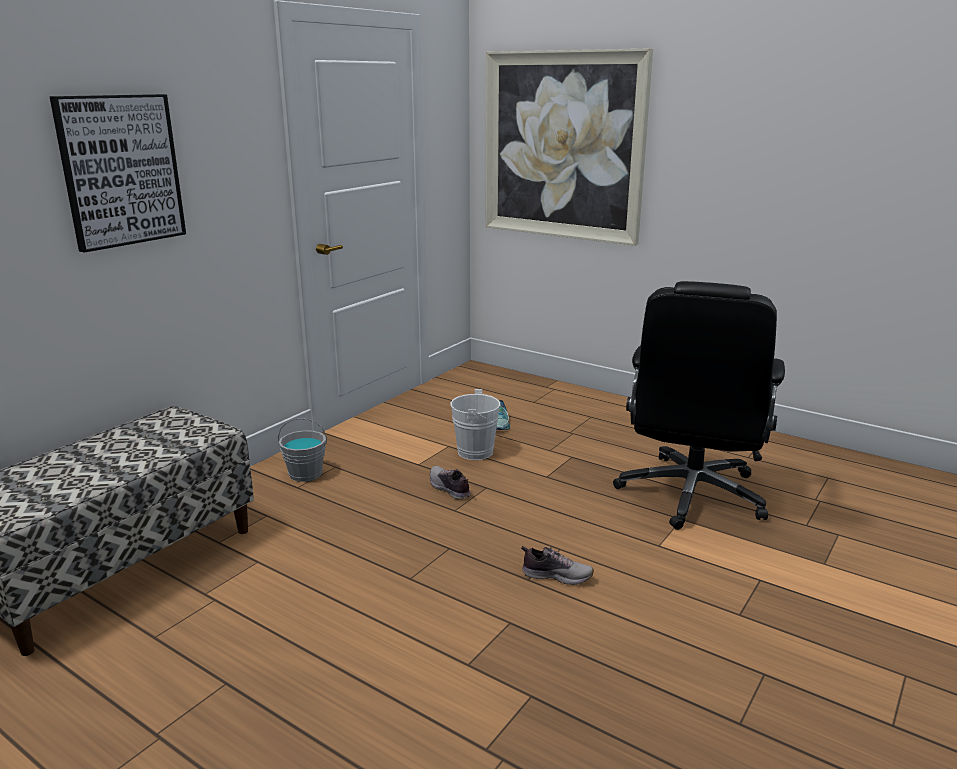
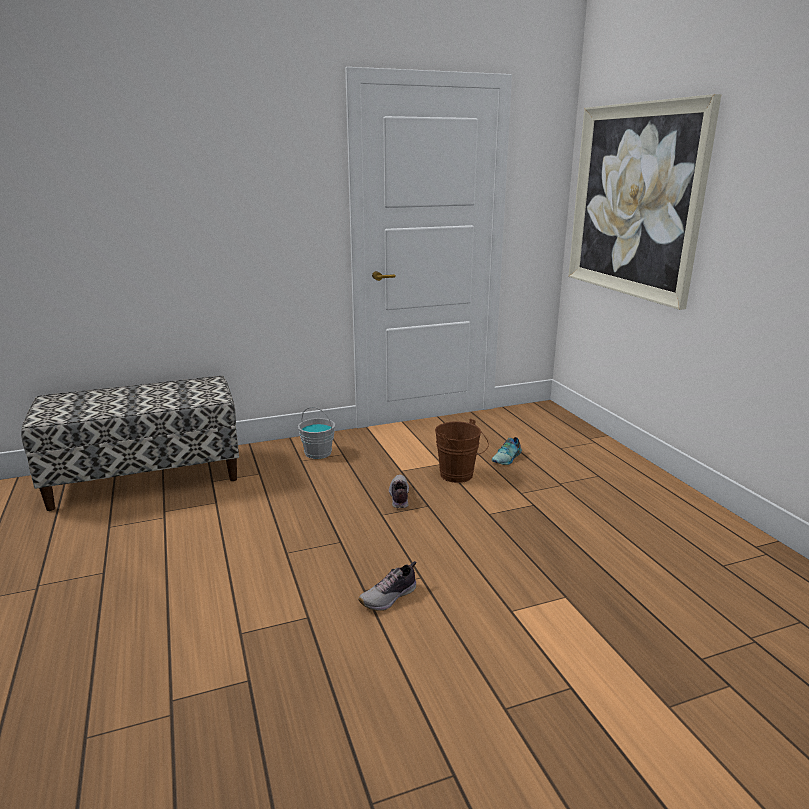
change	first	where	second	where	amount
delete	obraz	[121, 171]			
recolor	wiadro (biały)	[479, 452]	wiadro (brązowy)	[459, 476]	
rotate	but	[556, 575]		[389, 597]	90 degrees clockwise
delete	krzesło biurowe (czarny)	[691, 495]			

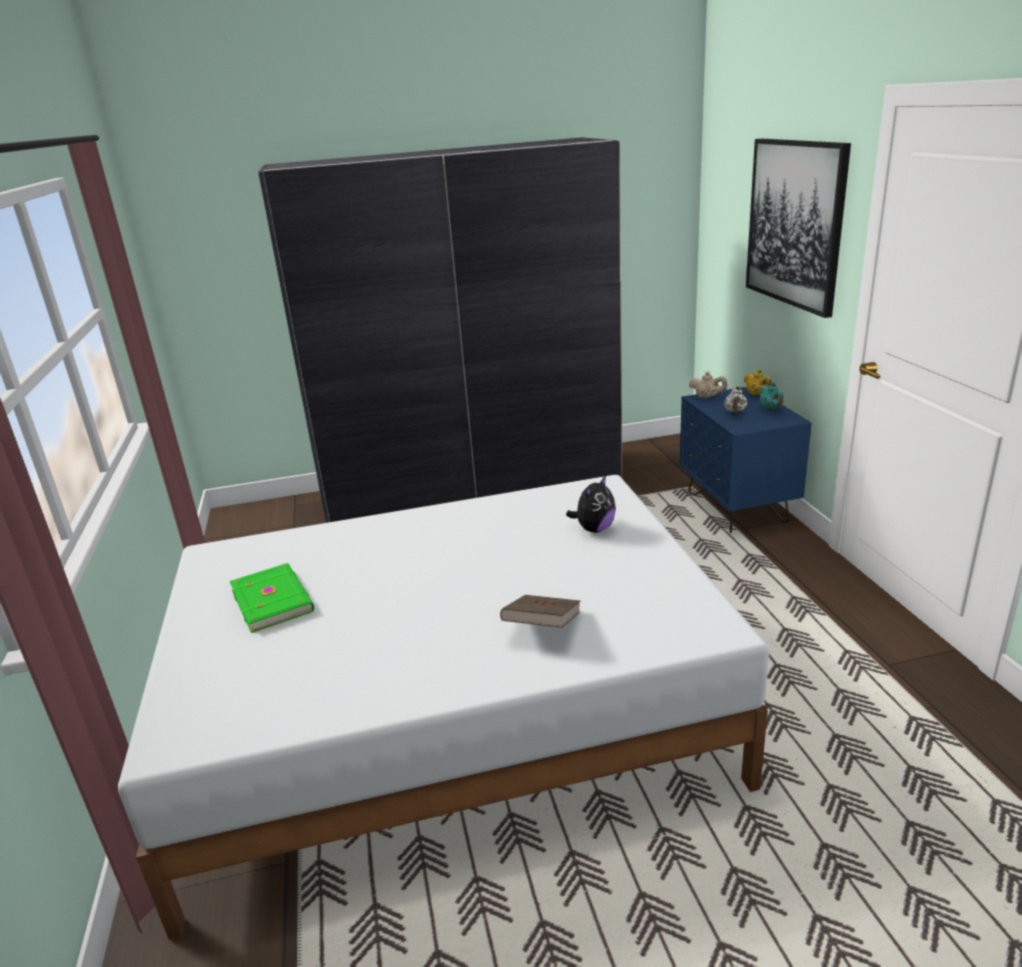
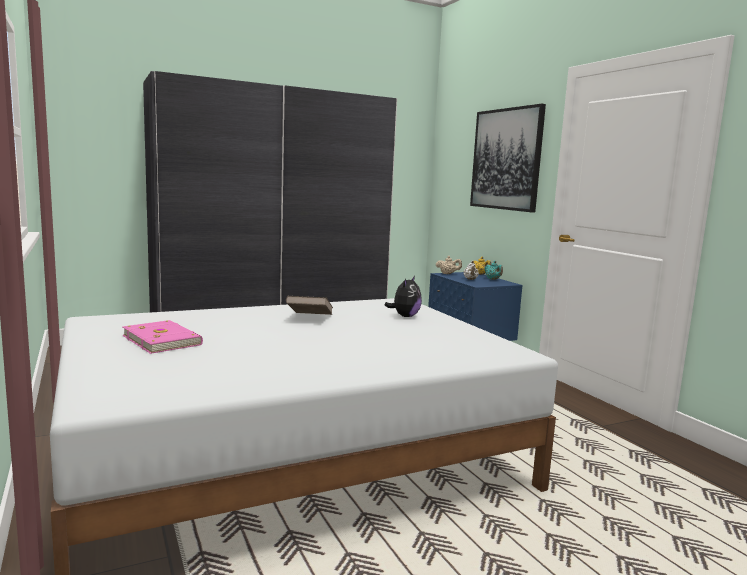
change	first	where	second	where	amount
recolor	książka (zielony)	[274, 600]	książka (różowy)	[163, 340]	
move	książka (brązowy)	[542, 627]		[309, 318]	

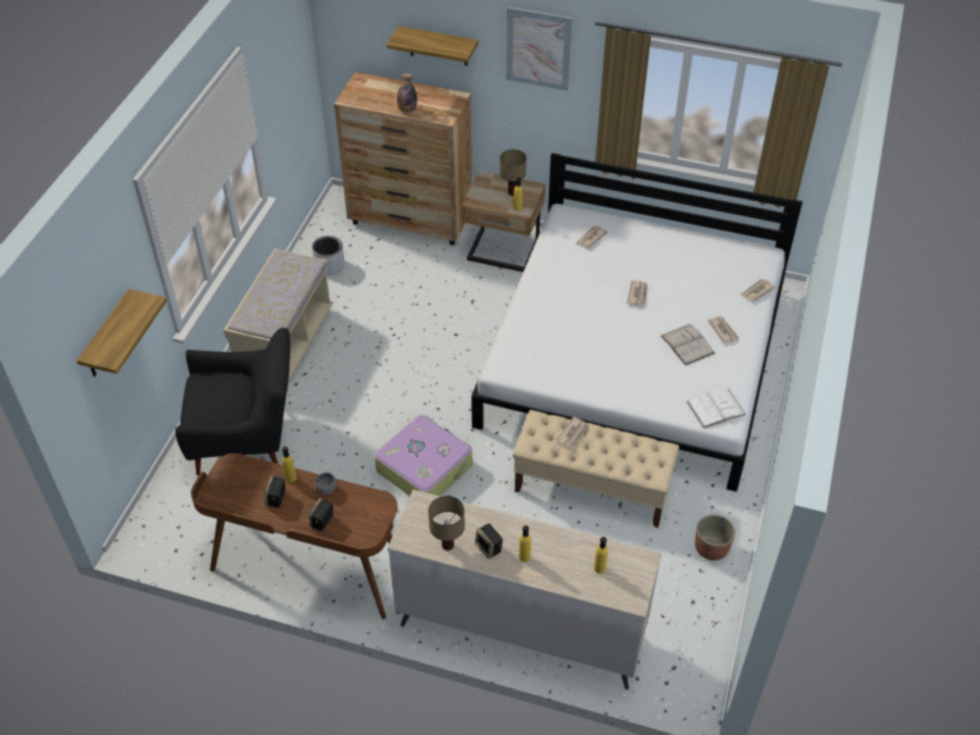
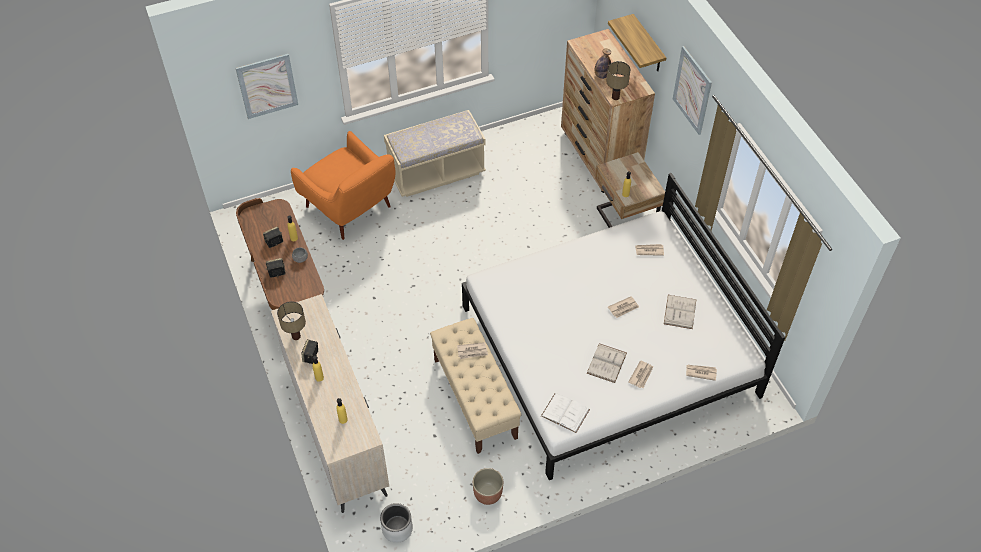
change	first	where	second	where	amount
replace	półka	[107, 337]	obraz	[267, 86]	
recolor	fotel (czarny)	[247, 439]	fotel (pomarańczowy)	[351, 209]	
move	donica (szary)	[330, 265]		[397, 529]	
delete	walizka	[424, 467]			
move	lampa stołowa	[513, 192]		[616, 97]	
insert			książka (biały)	[680, 311]	

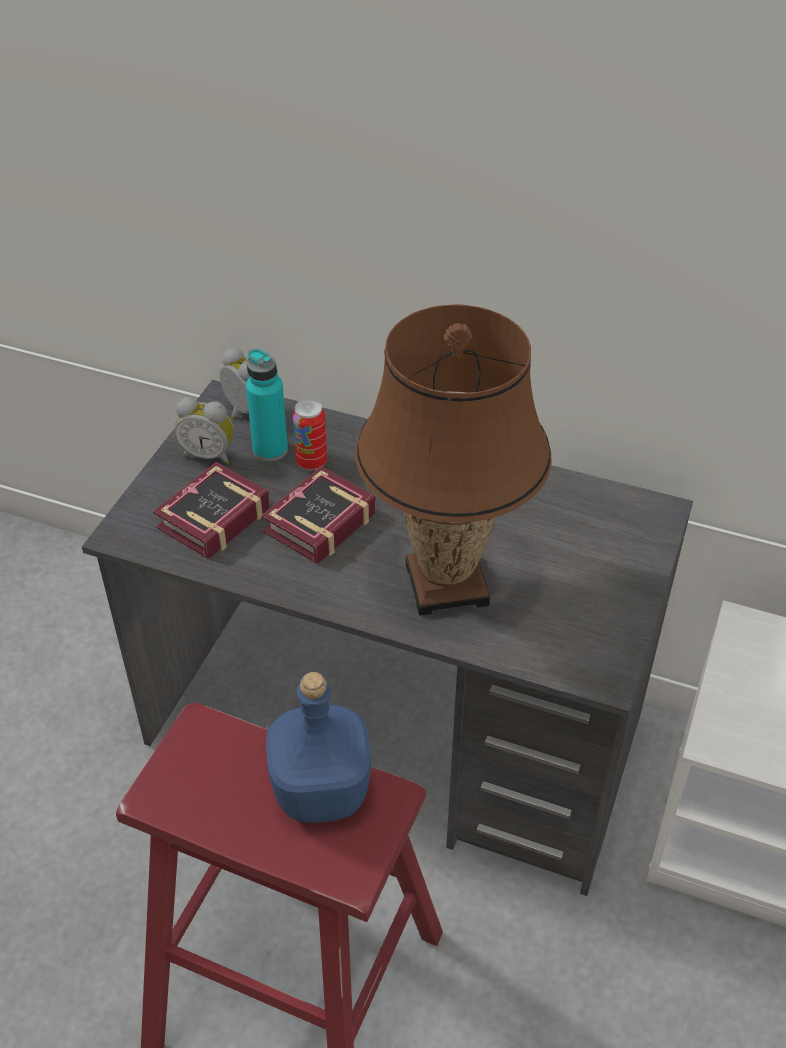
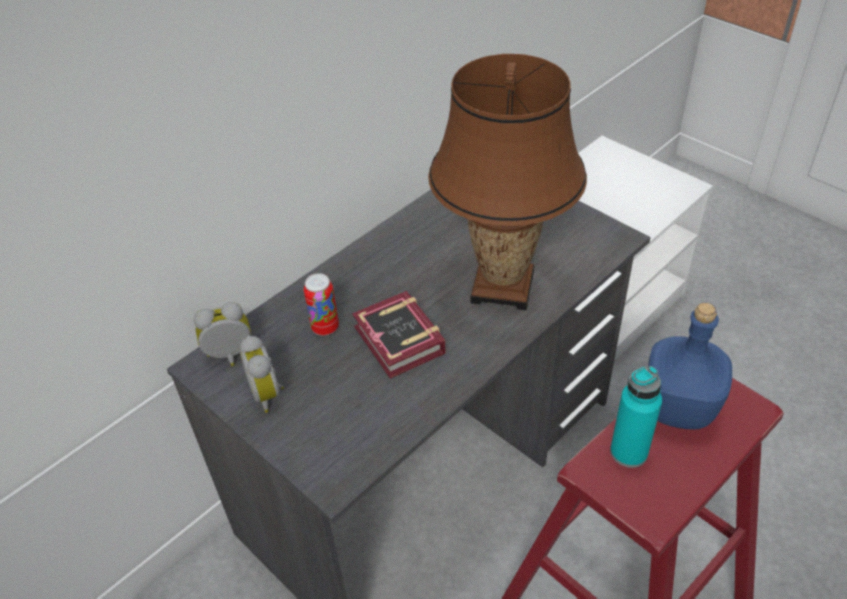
change	first	where	second	where	amount
delete	książka	[208, 519]			
rotate	budzik	[209, 454]		[269, 393]	120 degrees clockwise
move	butelka (turkusowy)	[270, 450]		[628, 452]	

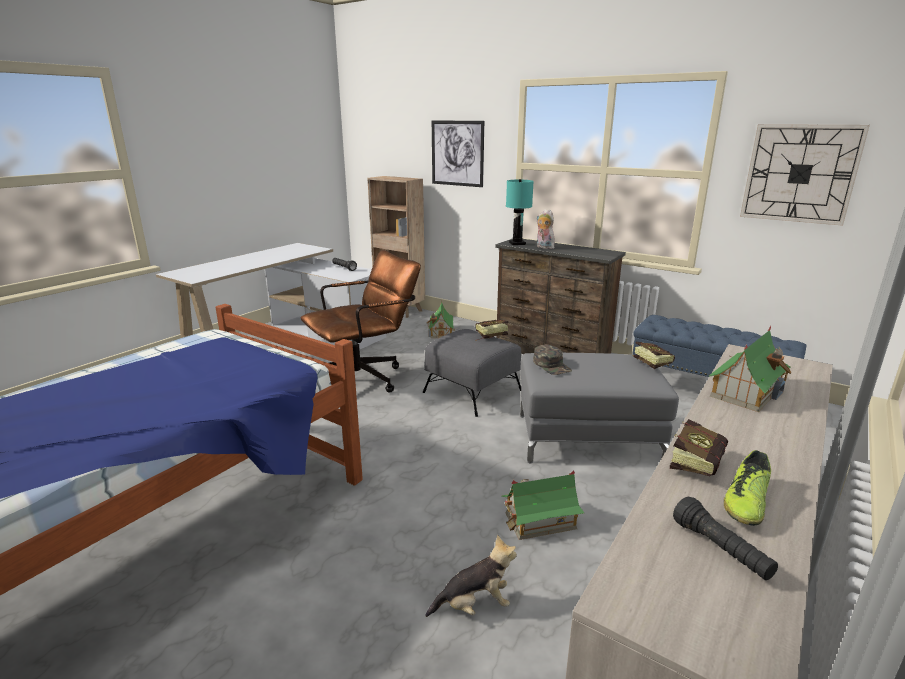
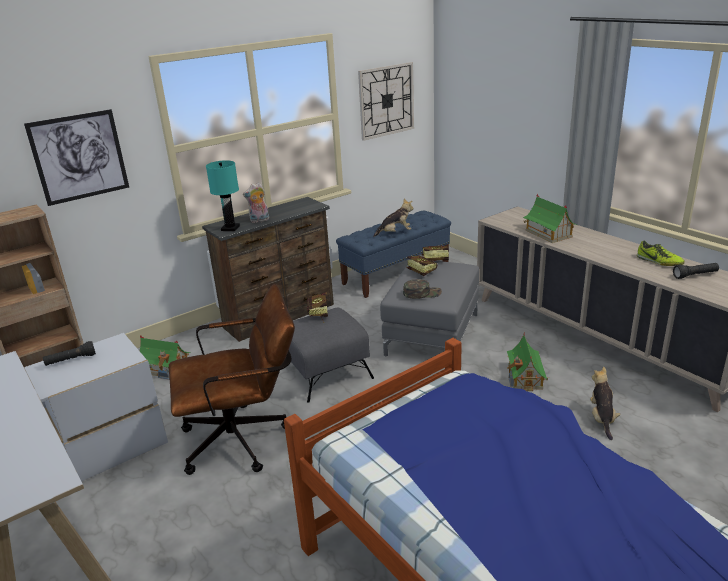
change	first	where	second	where	amount
rotate	krzesło biurowe (brązowy)	[365, 378]		[245, 439]	90 degrees clockwise
move	książka	[697, 462]		[419, 271]	
insert			pluszak	[395, 233]	

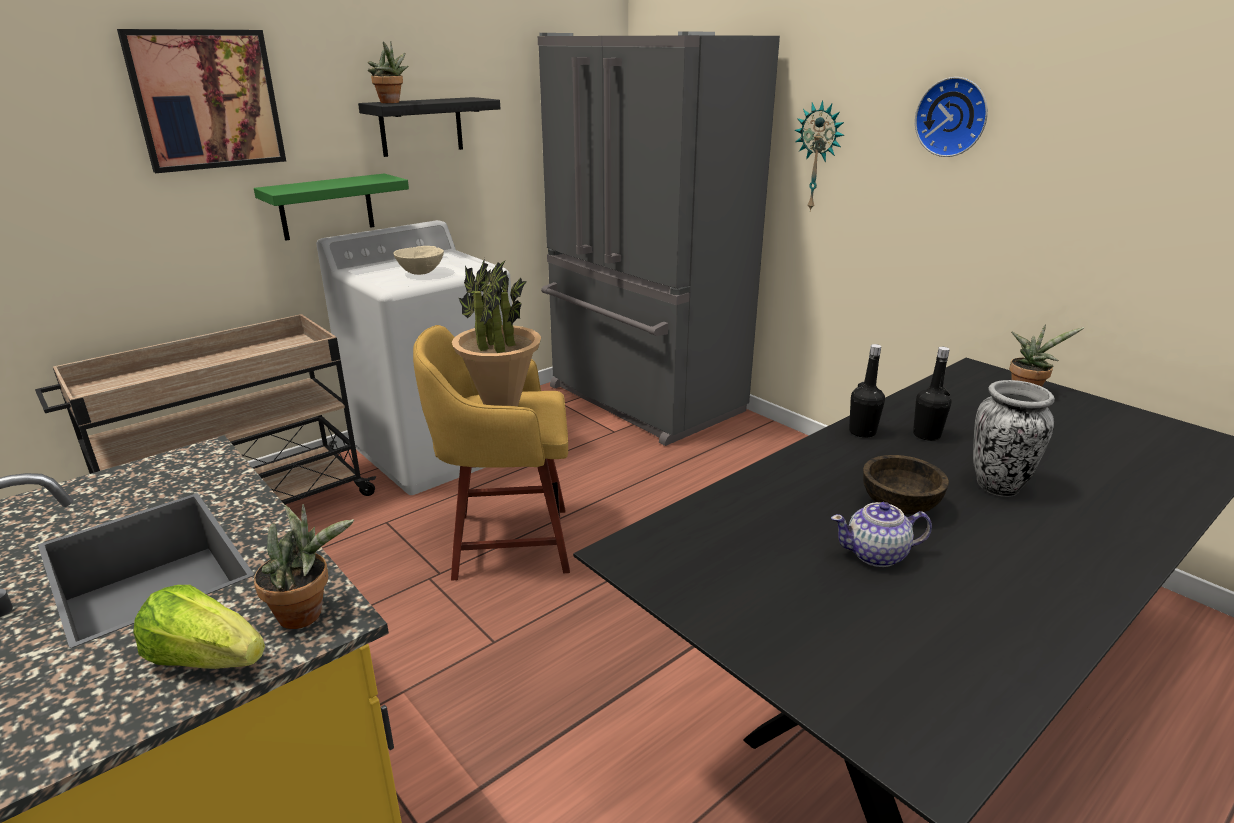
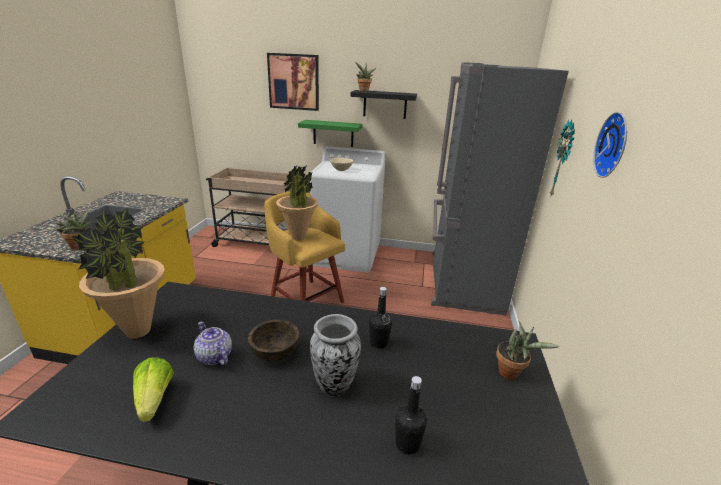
change	first	where	second	where	amount
move	sałata	[206, 658]		[155, 399]	
move	butelka (czarny)	[862, 432]		[407, 444]	
insert			roślina doniczkowa	[138, 331]	

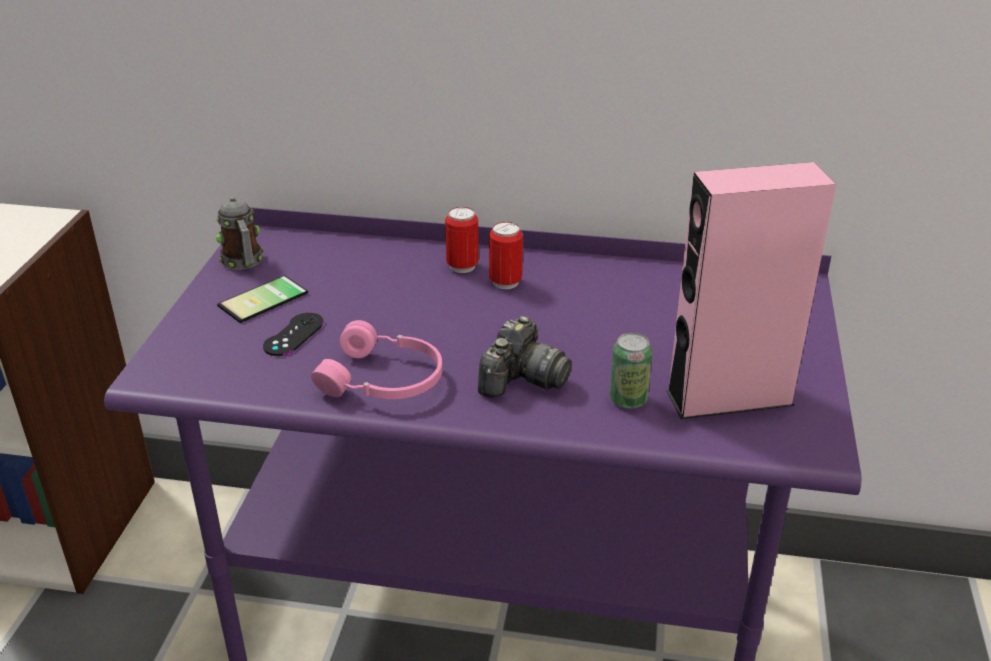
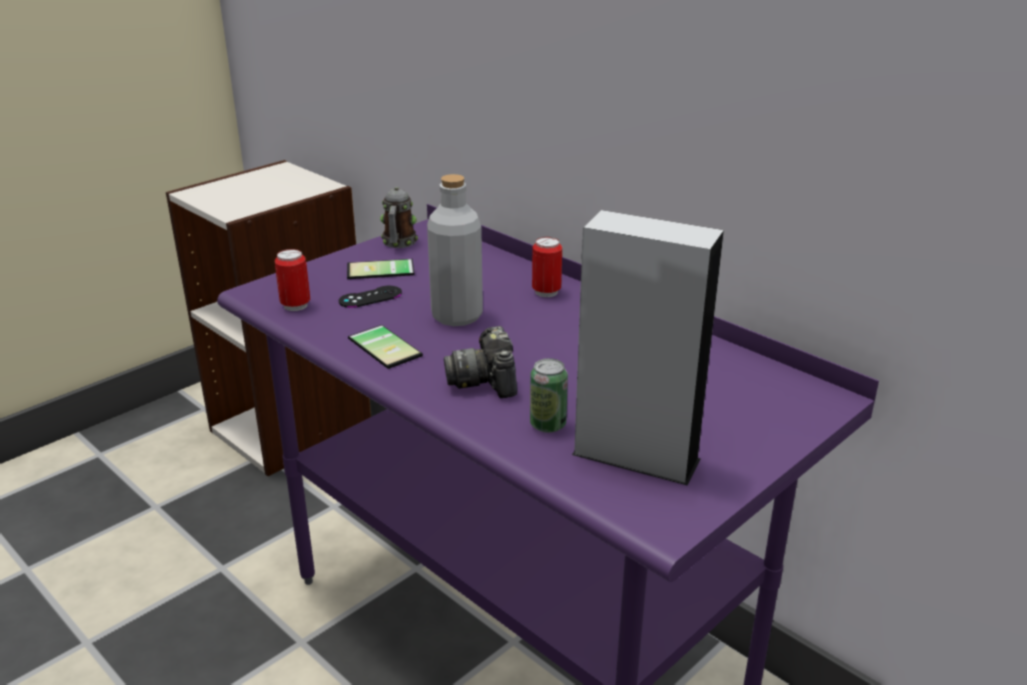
change	first	where	second	where	amount
replace	słuchawki (różowy)	[383, 381]	telefon	[388, 345]	
rotate	aparat fotograficzny	[522, 379]		[486, 380]	105 degrees clockwise
move	puszka	[505, 282]		[295, 305]	
recolor	głośnik (różowy)	[729, 397]	głośnik (szary)	[635, 456]	
insert			butelka (szary)	[457, 316]	

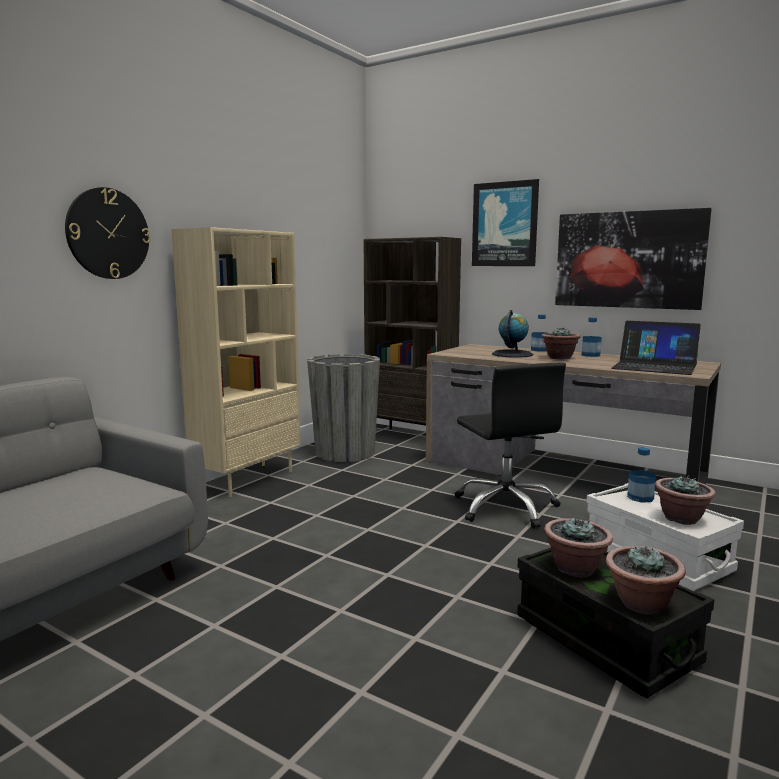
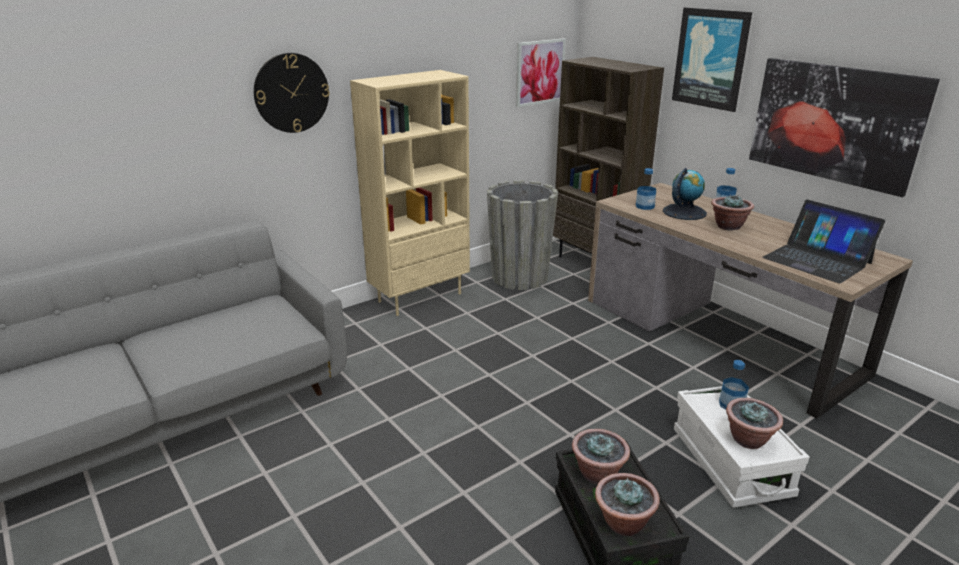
change	first	where	second	where	amount
delete	krzesło biurowe (czarny)	[506, 507]			
move	butelka	[590, 355]		[645, 206]	
insert			obraz	[539, 72]	

